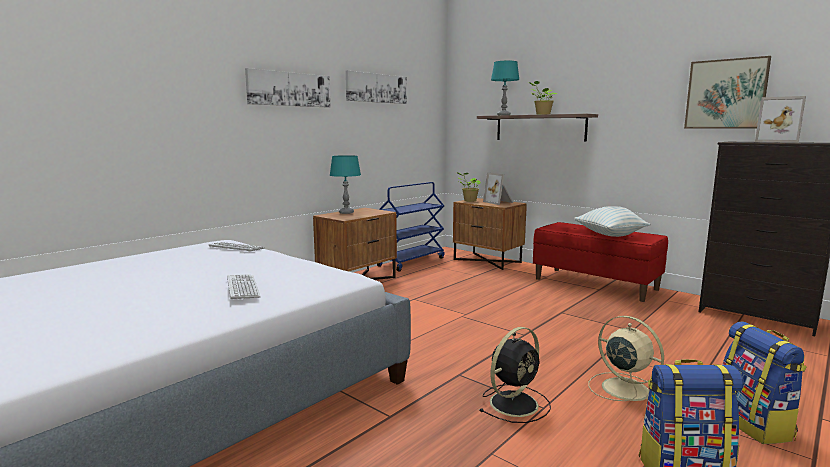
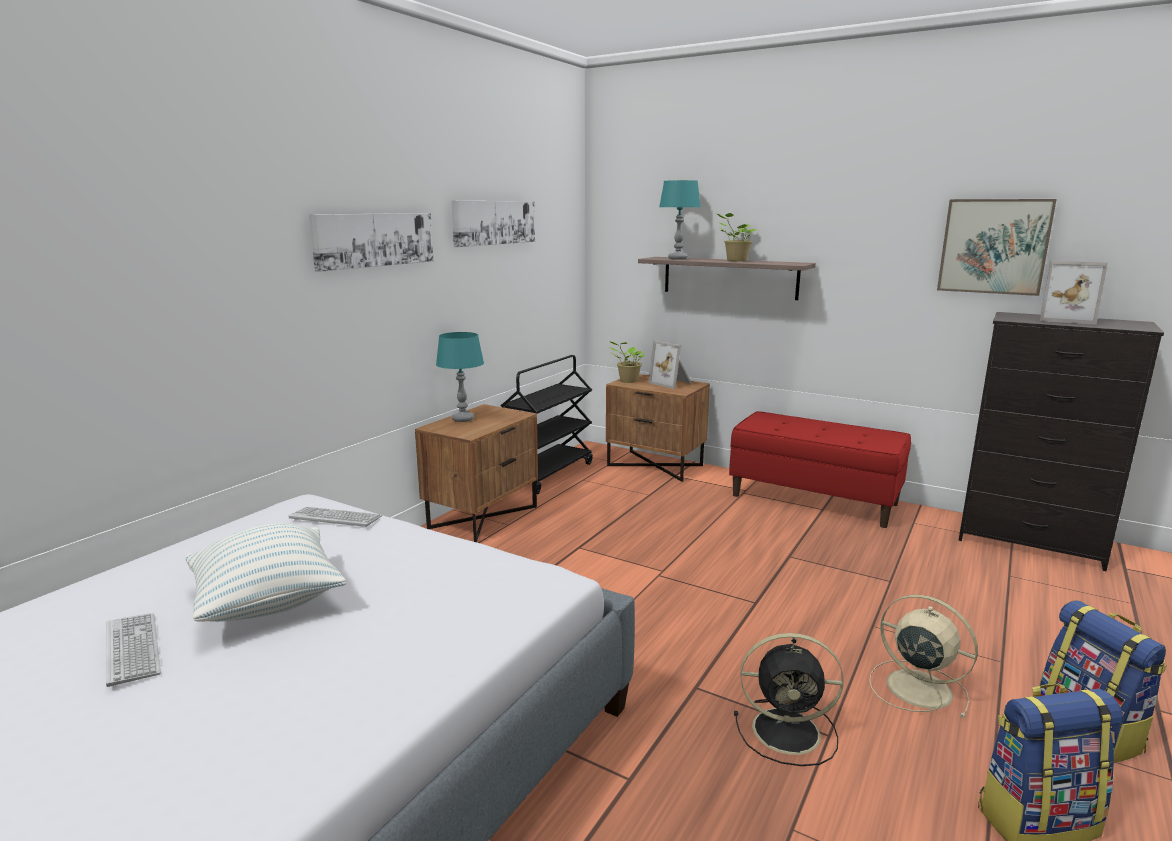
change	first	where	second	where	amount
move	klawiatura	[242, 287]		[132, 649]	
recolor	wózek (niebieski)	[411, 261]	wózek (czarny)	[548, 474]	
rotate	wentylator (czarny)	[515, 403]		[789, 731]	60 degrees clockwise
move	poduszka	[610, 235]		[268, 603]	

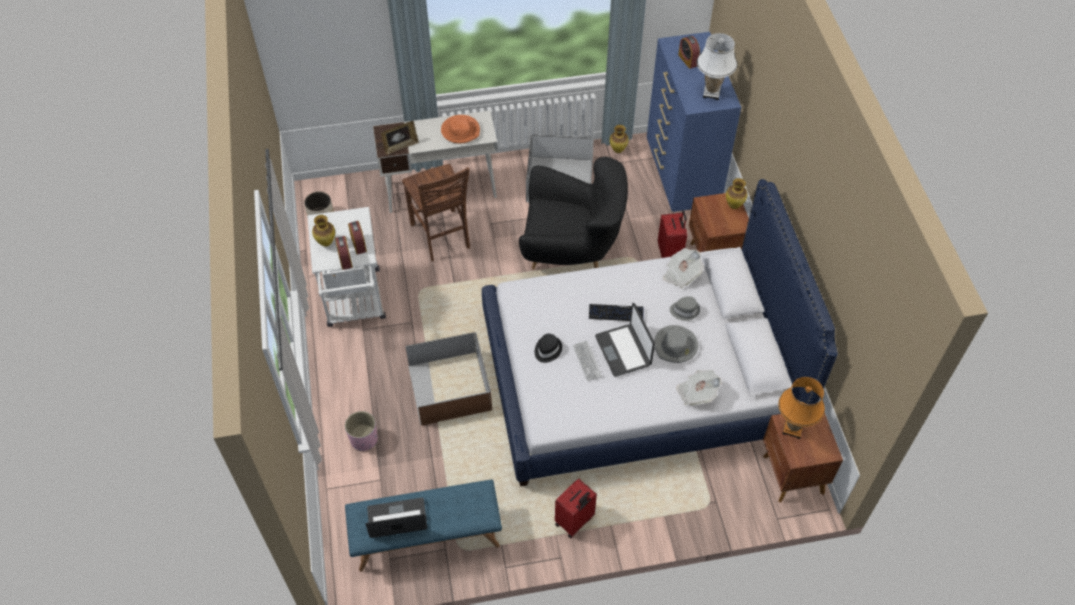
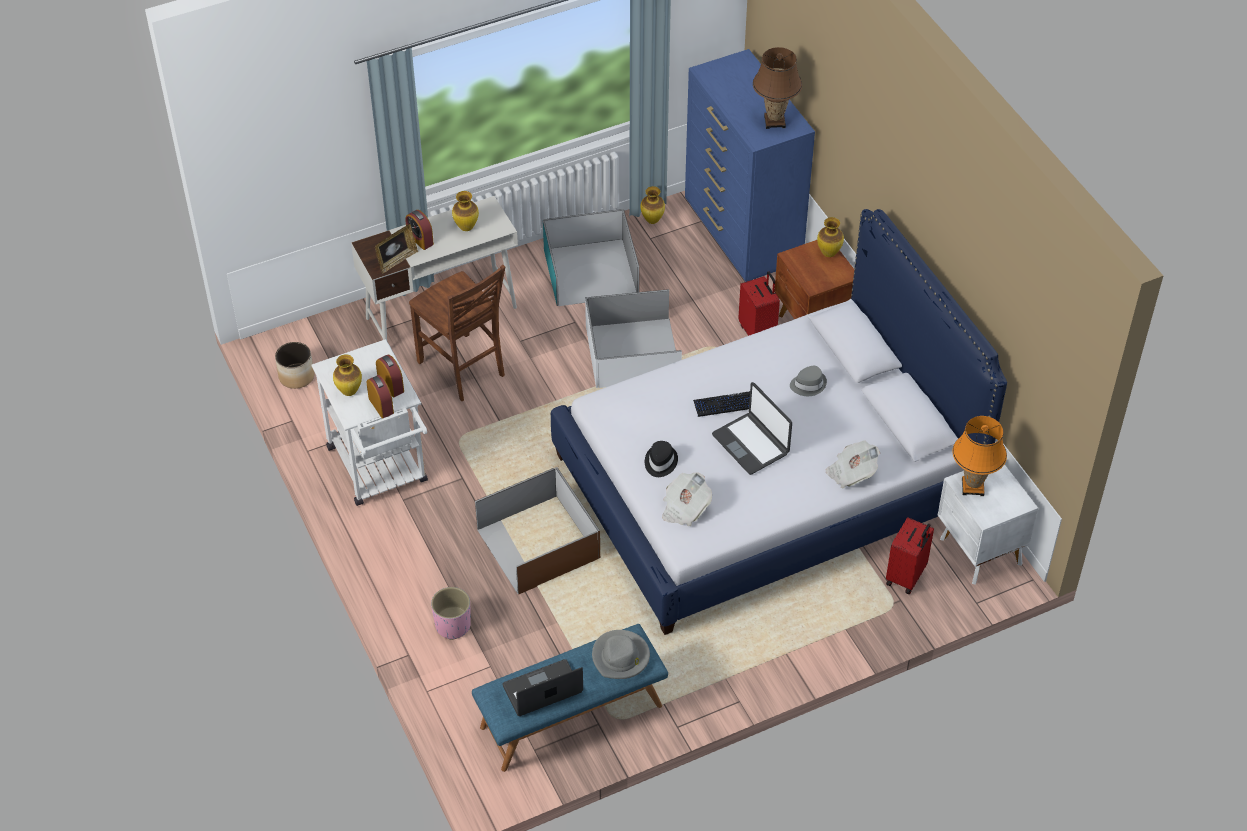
change	first	where	second	where	amount
replace	kapelusz (pomarańczowy)	[460, 131]	wazon	[466, 227]	
replace	fotel (czarny)	[570, 251]	pojemnik do przechowywania (biały)	[633, 353]	
move	walizka (czerwony)	[574, 521]		[906, 577]	
delete	klawiatura	[587, 361]			
move	kapelusz (szary)	[675, 346]		[621, 657]	
move	gazeta	[681, 274]		[684, 508]	
move	budzik	[688, 60]		[420, 239]	
recolor	lampa stołowa (biały)	[711, 93]	lampa stołowa (brązowy)	[775, 121]	
recolor	szafka nocna (brązowy)	[792, 475]	szafka nocna (biały)	[980, 552]	

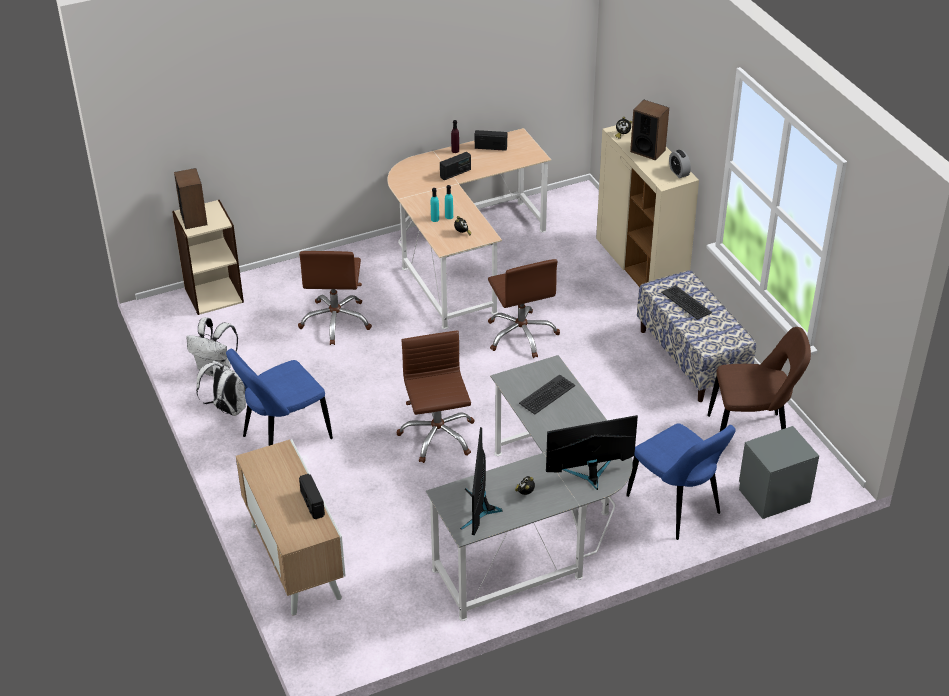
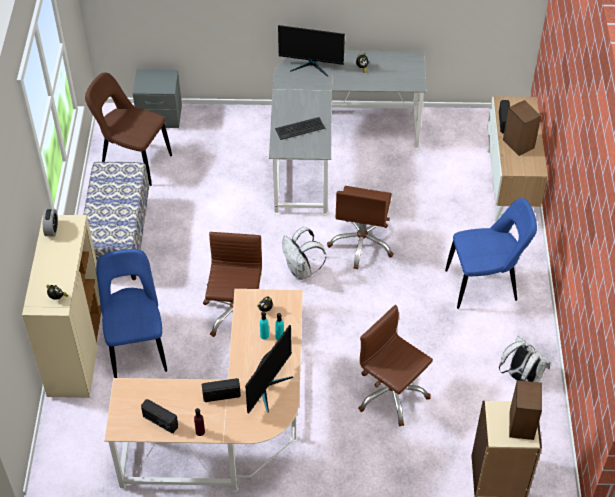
change	first	where	second	where	amount
move	plecak (biały)	[228, 409]		[301, 271]	
rotate	krzesło biurowe (brązowy)	[336, 321]		[391, 394]	75 degrees counterclockwise
move	monitor	[479, 510]		[268, 388]	
move	krzesło (niebieski)	[676, 507]		[137, 346]	
move	głośnik	[647, 150]		[518, 144]	
delete	klawiatura	[686, 302]			

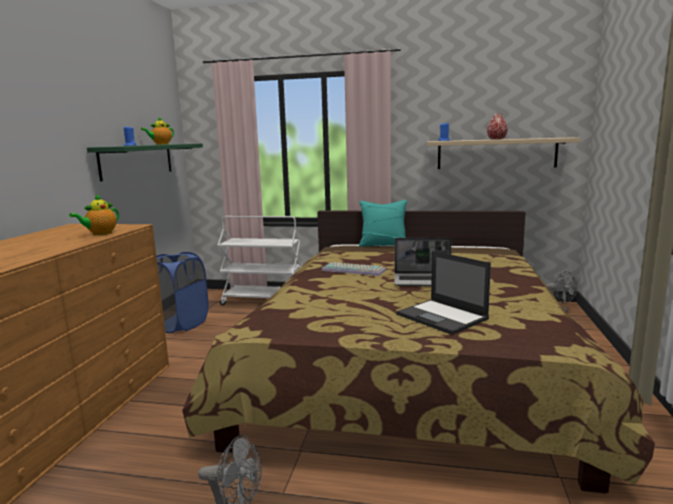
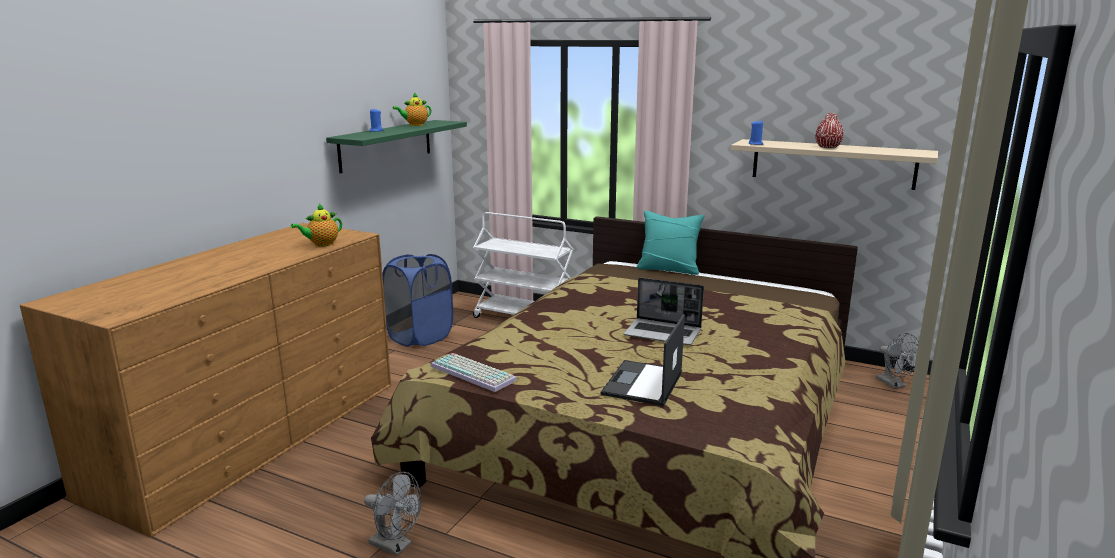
change	first	where	second	where	amount
move	klawiatura	[354, 270]		[475, 373]	
rotate	laptop	[442, 317]		[642, 384]	45 degrees clockwise

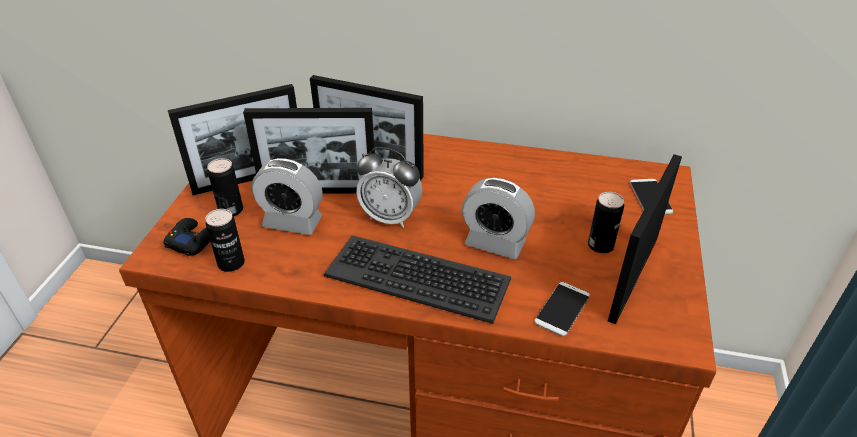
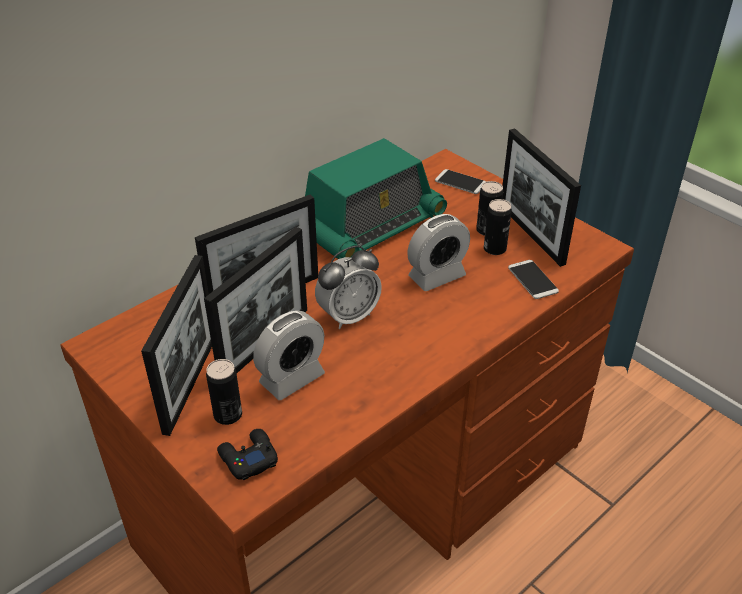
change	first	where	second	where	amount
move	puszka	[231, 263]		[494, 249]	
delete	klawiatura	[418, 277]			
insert			radio	[371, 226]	

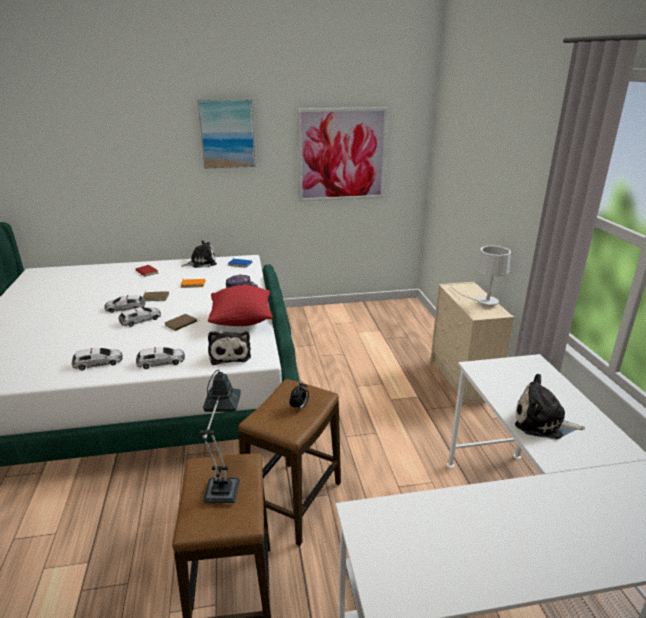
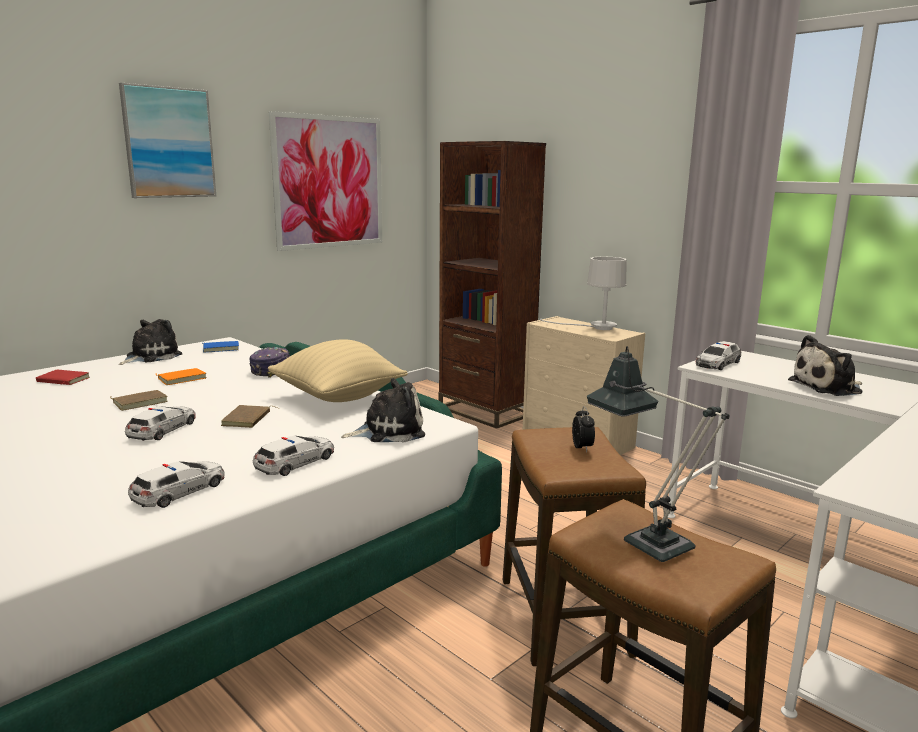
change	first	where	second	where	amount
move	samochodzik	[125, 308]		[717, 364]	
recolor	poduszka (czerwony)	[241, 321]	poduszka (beżowy)	[338, 398]	
rotate	pluszak	[230, 355]		[389, 431]	60 degrees counterclockwise
insert			regał (brązowy)	[485, 411]	

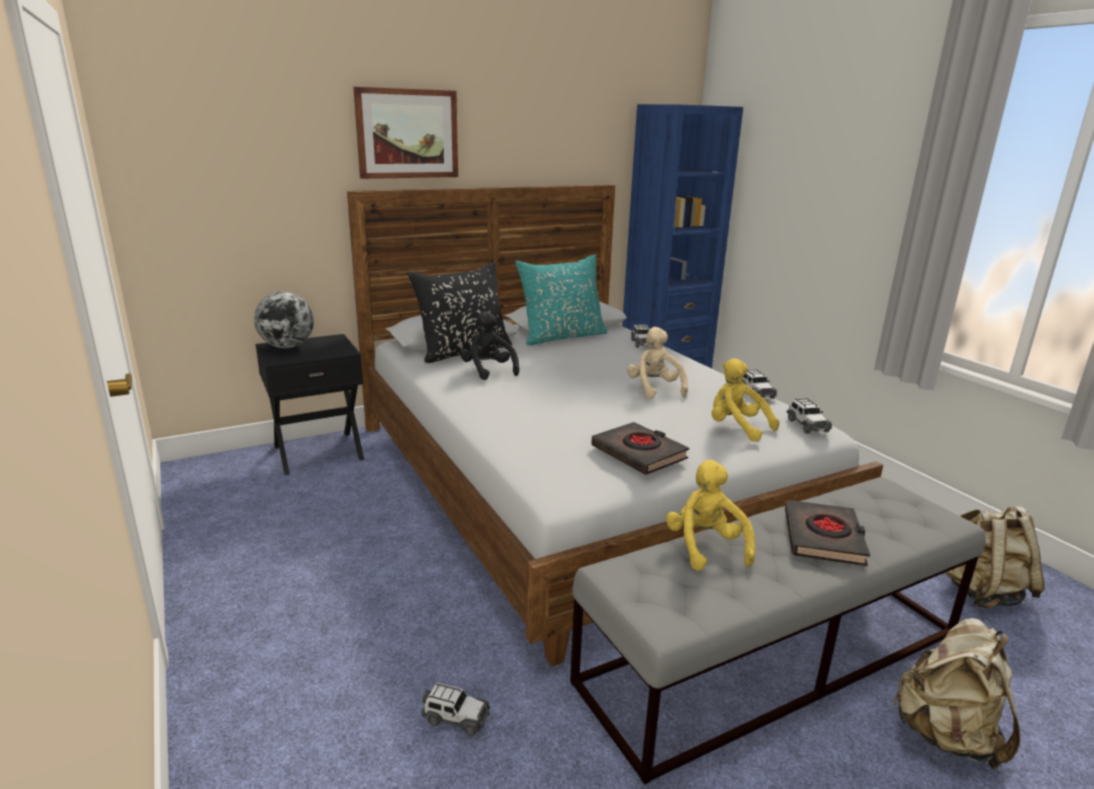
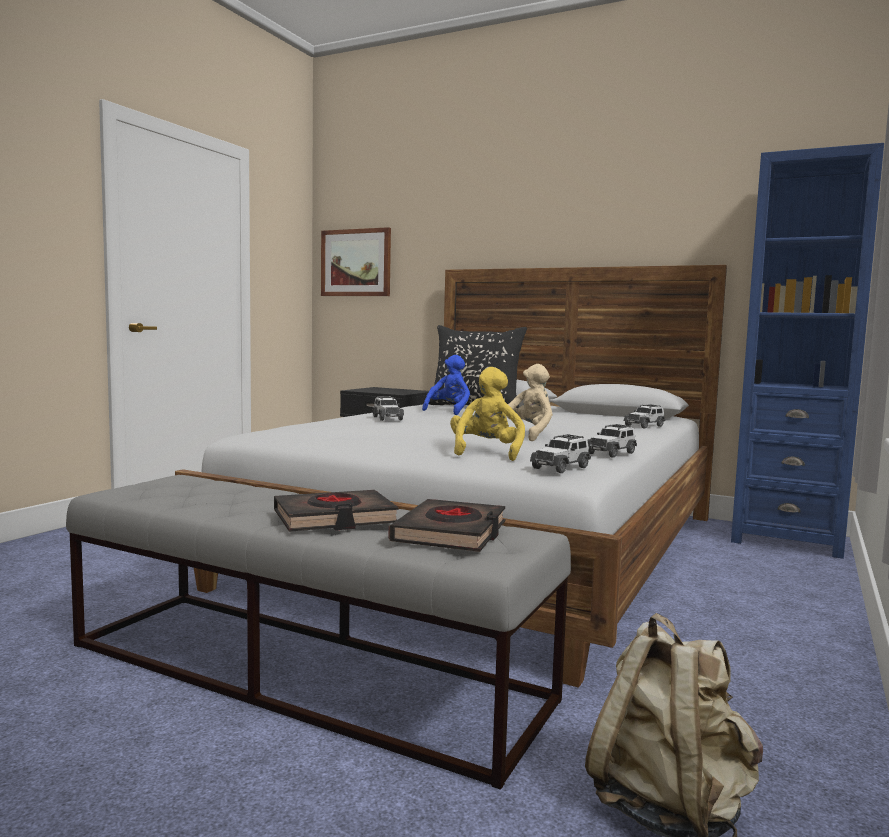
change	first	where	second	where	amount
delete	globus	[287, 346]			
move	obraz	[407, 134]		[356, 263]	
move	samochodzik	[455, 718]		[387, 418]	
recolor	pluszak (czarny)	[488, 371]	pluszak (niebieski)	[449, 411]	
delete	poduszka (turkusowy)	[561, 336]			
move	książka (czarny)	[639, 453]		[451, 533]	
delete	pluszak (żółty)	[705, 547]			
delete	plecak (beżowy)	[946, 735]			

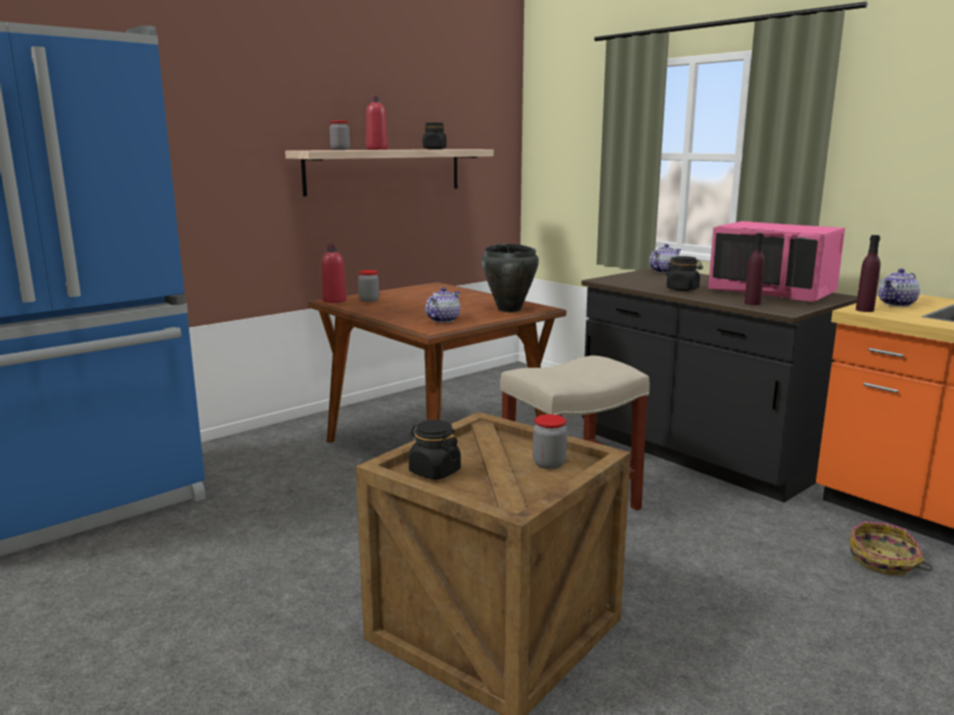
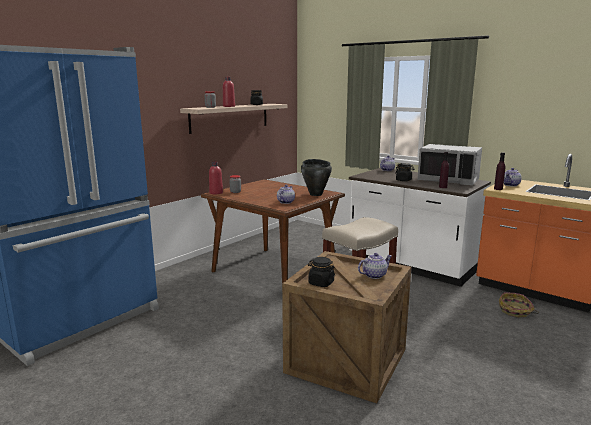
change	first	where	second	where	amount
replace	słoik	[549, 464]	imbryk	[374, 275]	
recolor	zabudowa kuchenna (czarny)	[699, 454]	zabudowa kuchenna (biały)	[411, 265]	
recolor	mikrofalówka (różowy)	[773, 292]	mikrofalówka (szary)	[448, 180]	

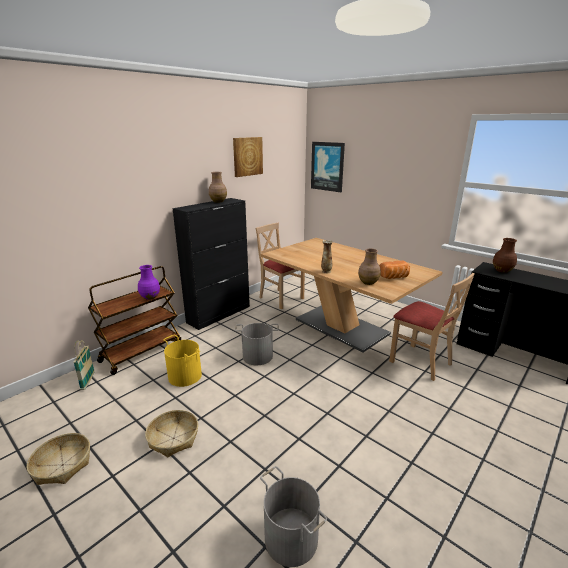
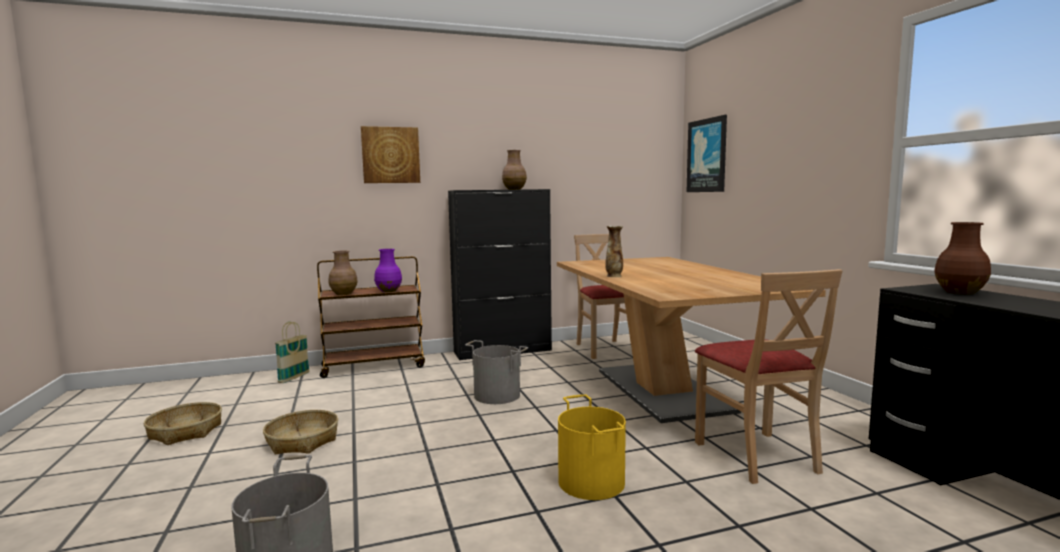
change	first	where	second	where	amount
move	wiadro (żółty)	[185, 375]		[592, 481]	
move	obraz	[247, 156]		[390, 155]	
move	wazon (brązowy)	[368, 282]		[344, 294]	
delete	chleb	[394, 277]			

